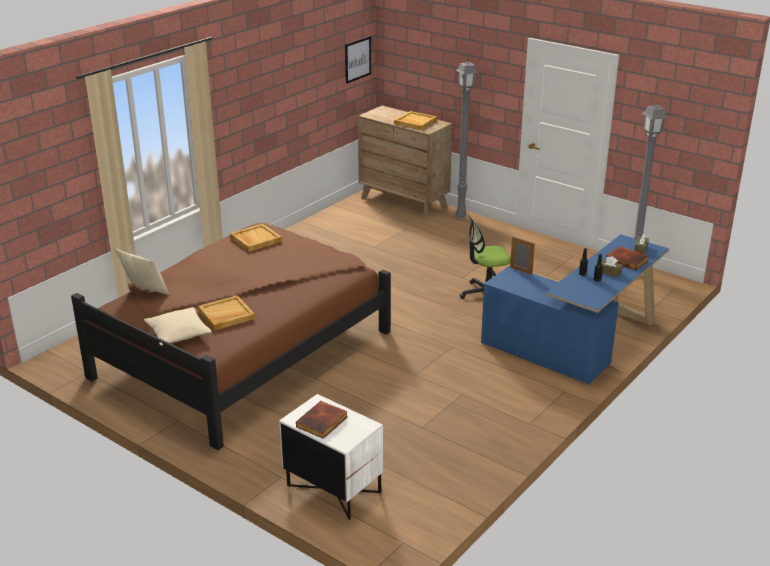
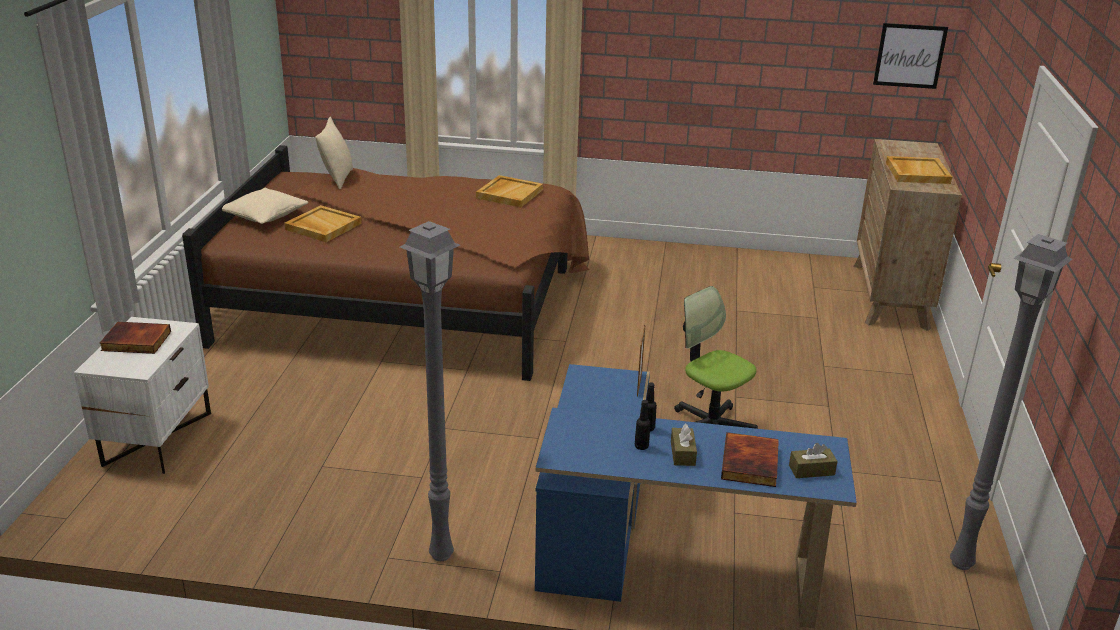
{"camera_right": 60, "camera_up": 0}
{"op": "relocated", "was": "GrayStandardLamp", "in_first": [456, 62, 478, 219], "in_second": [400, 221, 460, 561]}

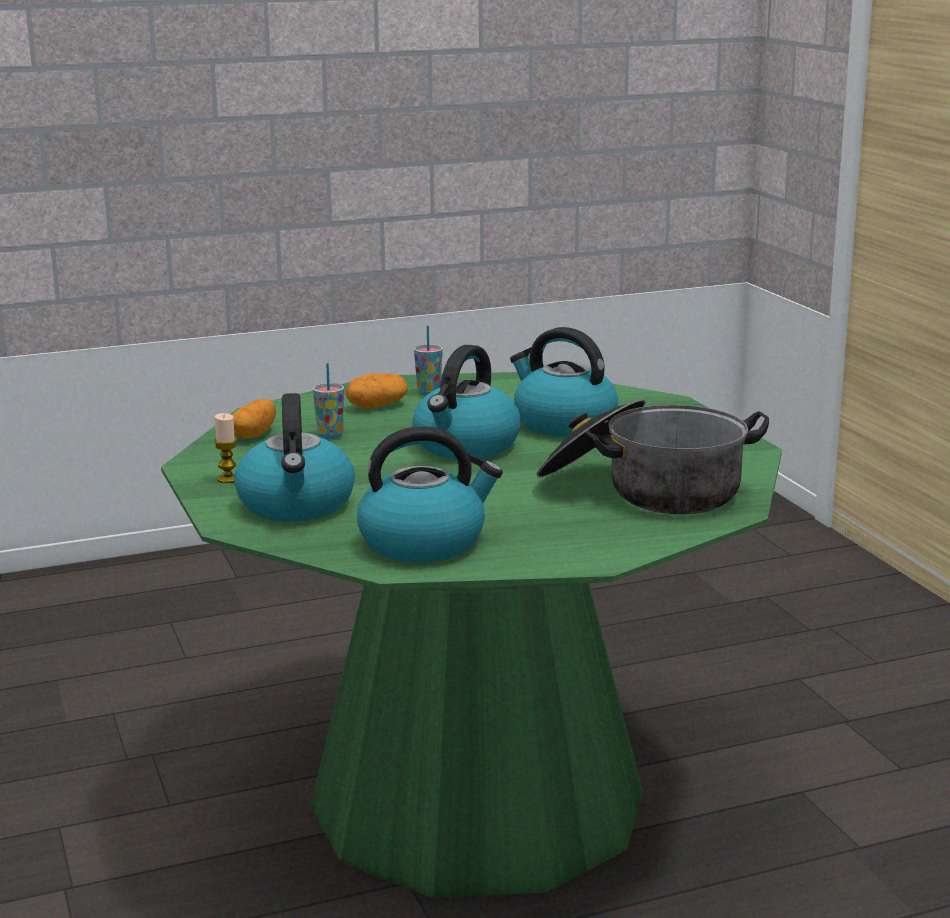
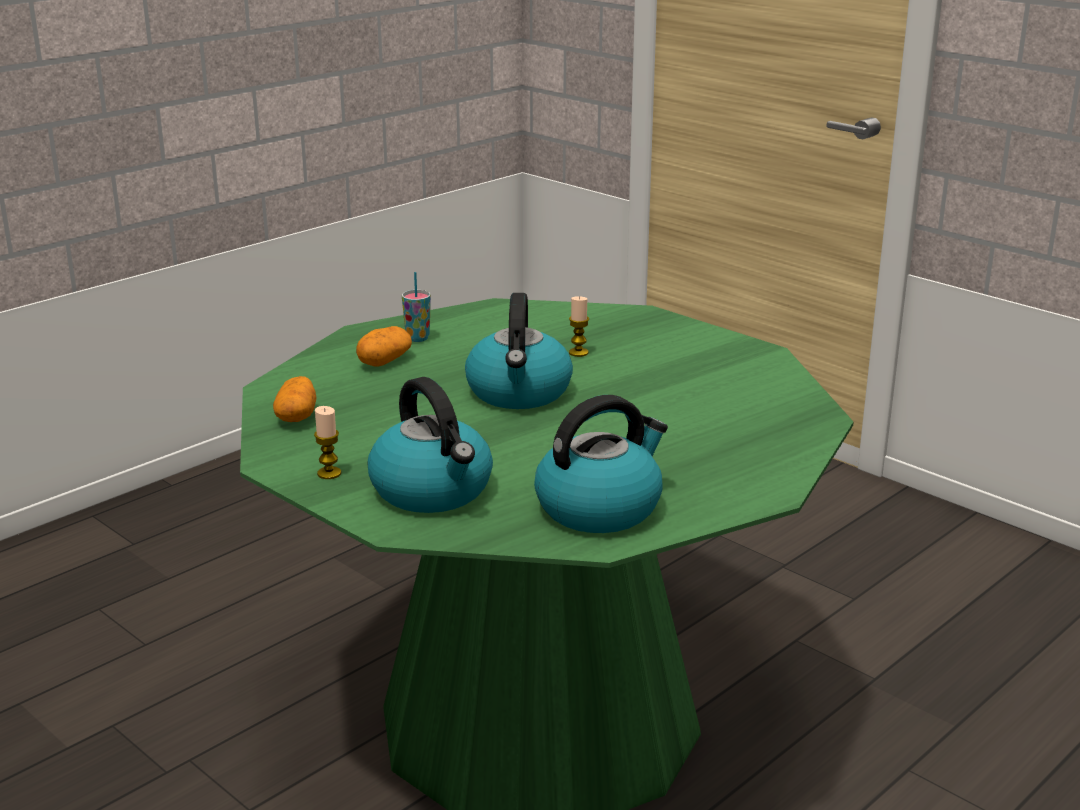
{"camera_right": -25, "camera_up": 5}
{"op": "missing", "was": "Cup", "in_first": [313, 363, 344, 439]}
{"op": "missing", "was": "Stockpot", "in_first": [537, 399, 769, 514]}
{"op": "exchanged", "was": "Kettle", "now": "WaxCandle", "in_first": [510, 327, 618, 437], "in_second": [569, 296, 589, 357]}

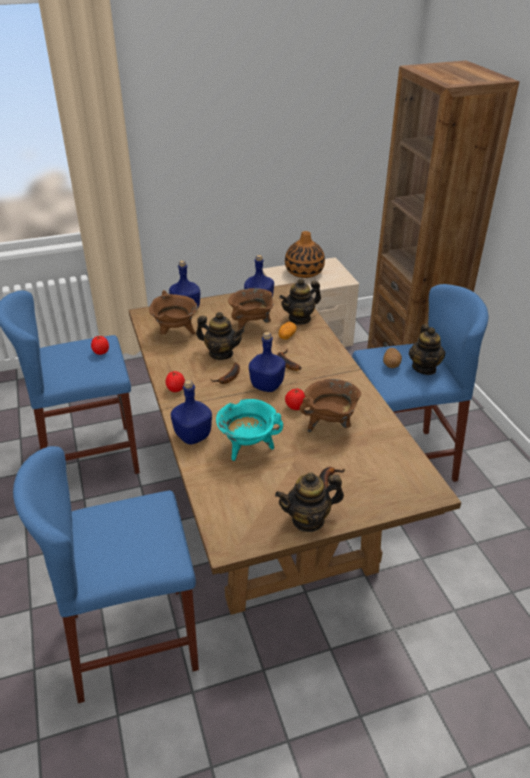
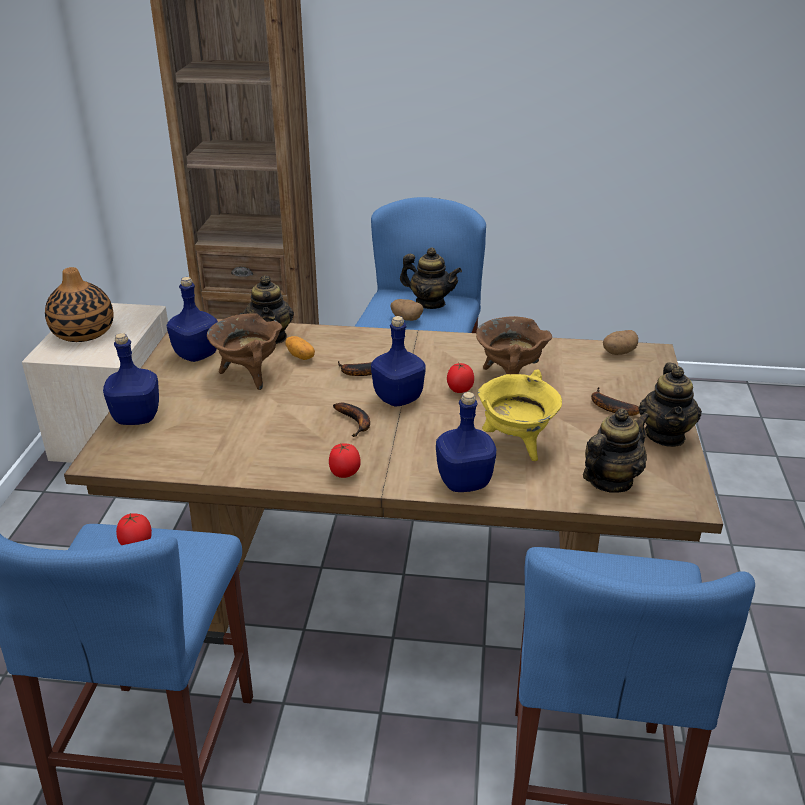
{"camera_right": -65, "camera_up": -5}
{"op": "missing", "was": "BrownColouredStockpot", "in_first": [149, 290, 198, 335]}
{"op": "appeared", "now": "Potato", "in_second": [603, 330, 638, 355]}
{"op": "relocated", "was": "Teapot", "in_first": [196, 312, 244, 360], "in_second": [583, 408, 650, 493]}
{"op": "colour", "was": "BlueGreenStockpot", "now": "YellowColouredStockpot", "in_first": [216, 399, 283, 461], "in_second": [478, 369, 562, 461]}

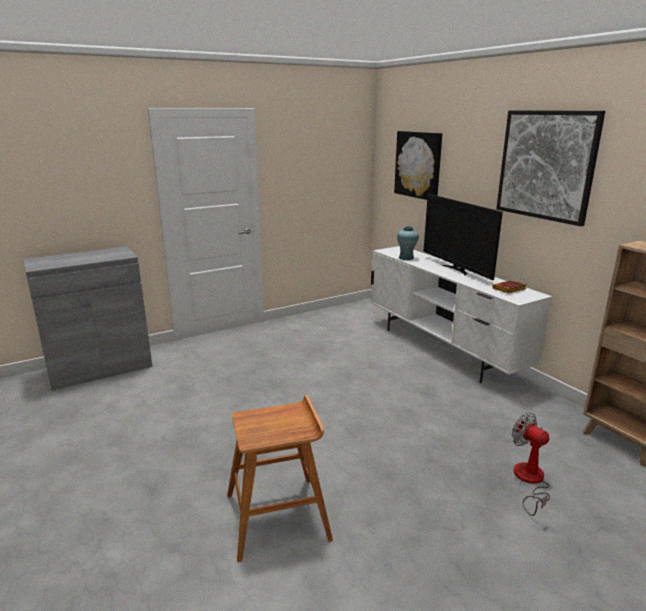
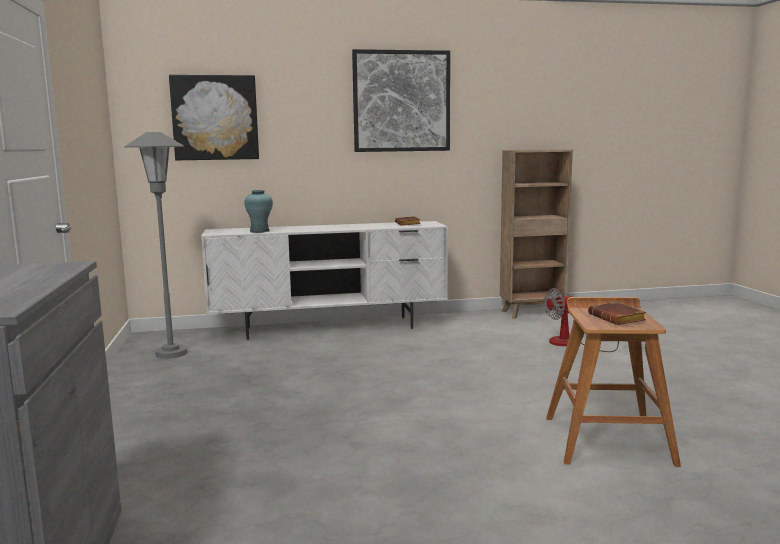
{"camera_right": -70, "camera_up": -10}
{"op": "missing", "was": "TvSet", "in_first": [423, 194, 503, 280]}
{"op": "appeared", "now": "GrayStandardLamp", "in_second": [125, 132, 187, 359]}
{"op": "appeared", "now": "BrownColouredBook", "in_second": [588, 302, 646, 325]}

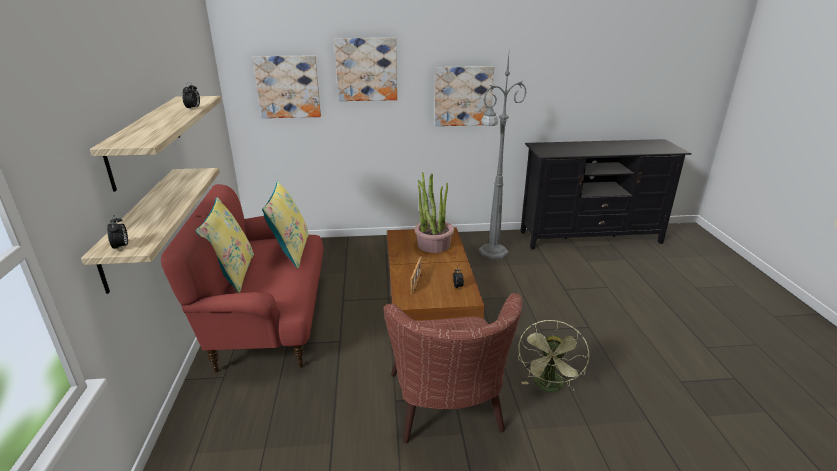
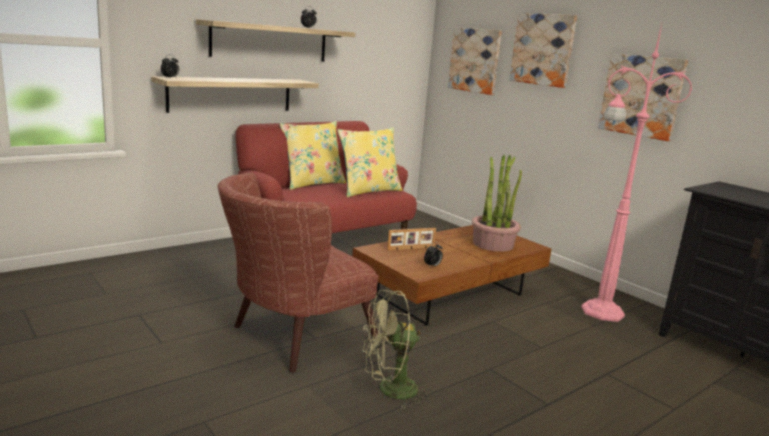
{"camera_right": 55, "camera_up": -10}
{"op": "colour", "was": "GrayStandardLamp", "now": "PinkColouredStandardLamp", "in_first": [478, 55, 527, 259], "in_second": [581, 24, 692, 322]}

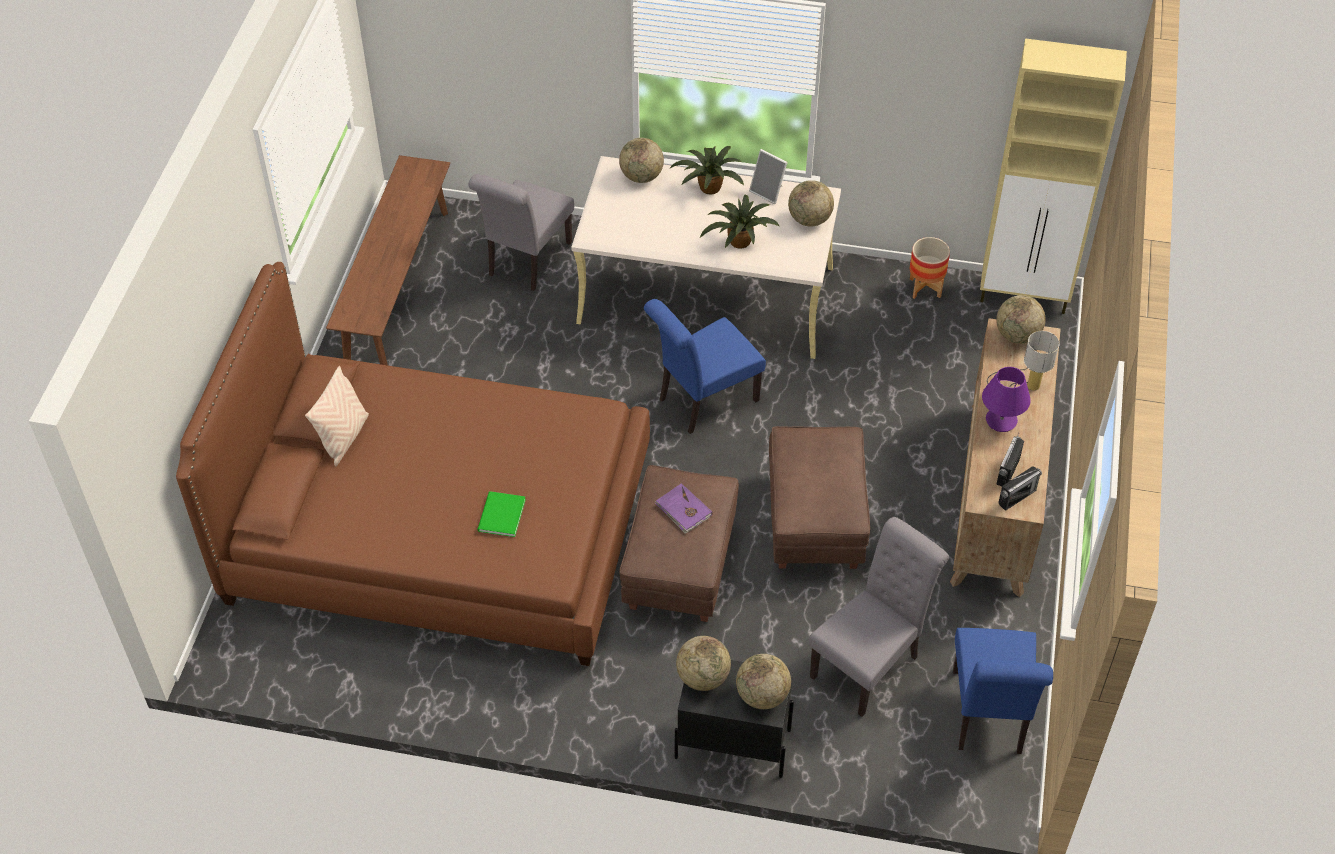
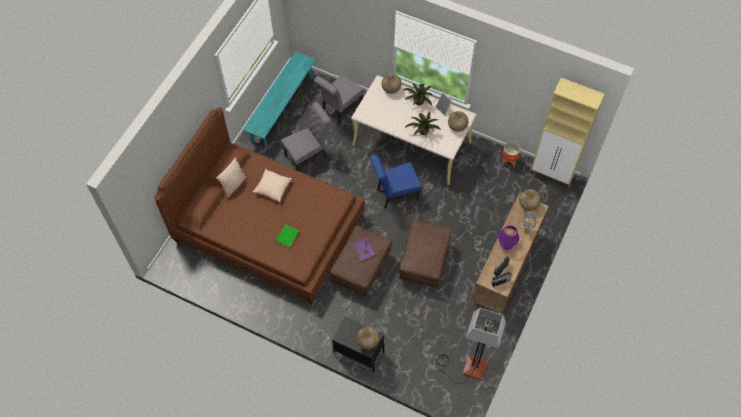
{"camera_right": 15, "camera_up": 10}
{"op": "missing", "was": "DeskGlobe", "in_first": [676, 636, 731, 691]}
{"op": "appeared", "now": "BeigeCushion", "in_second": [252, 169, 292, 203]}
{"op": "relocated", "was": "GrayUprightChair", "in_first": [809, 517, 949, 717], "in_second": [281, 102, 331, 171]}
{"op": "exchanged", "was": "BlueUprightChair", "now": "StandardLamp", "in_first": [953, 628, 1053, 754], "in_second": [436, 308, 506, 384]}
{"op": "colour", "was": "BrownColouredLongSeat", "now": "BlueGreenLongSeat", "in_first": [326, 155, 450, 365], "in_second": [243, 52, 316, 149]}

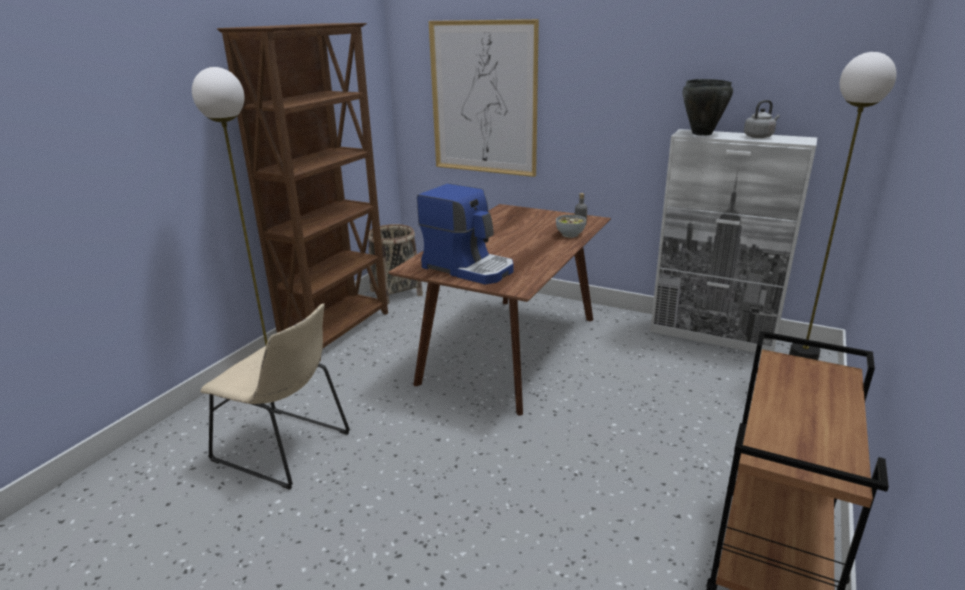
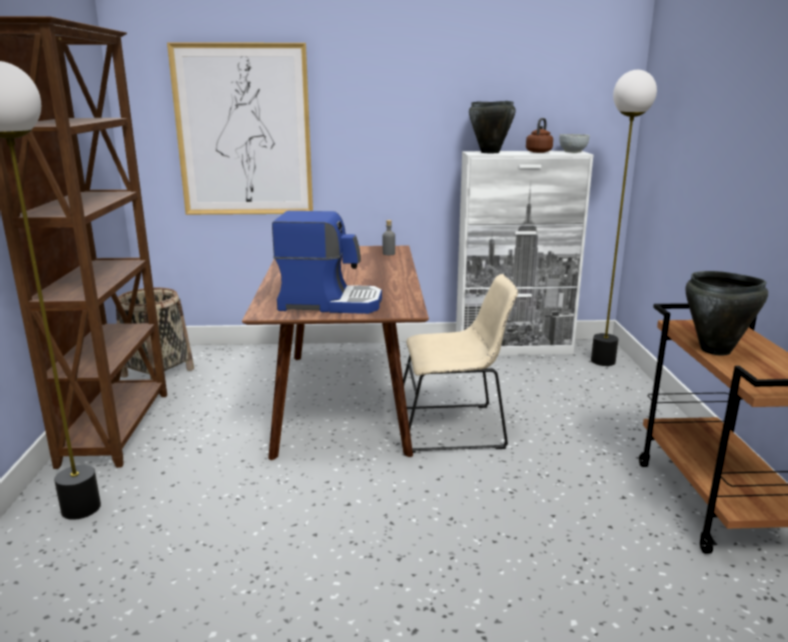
{"camera_right": -30, "camera_up": -5}
{"op": "appeared", "now": "BlackishStockpot", "in_second": [686, 271, 768, 356]}
{"op": "relocated", "was": "BeigeUprightChair", "in_first": [200, 303, 350, 490], "in_second": [403, 274, 518, 453]}
{"op": "relocated", "was": "DeepDish", "in_first": [556, 215, 586, 238], "in_second": [559, 134, 590, 153]}
{"op": "colour", "was": "GrayKettle", "now": "BrownColouredKettle", "in_first": [744, 100, 780, 138], "in_second": [526, 118, 553, 153]}

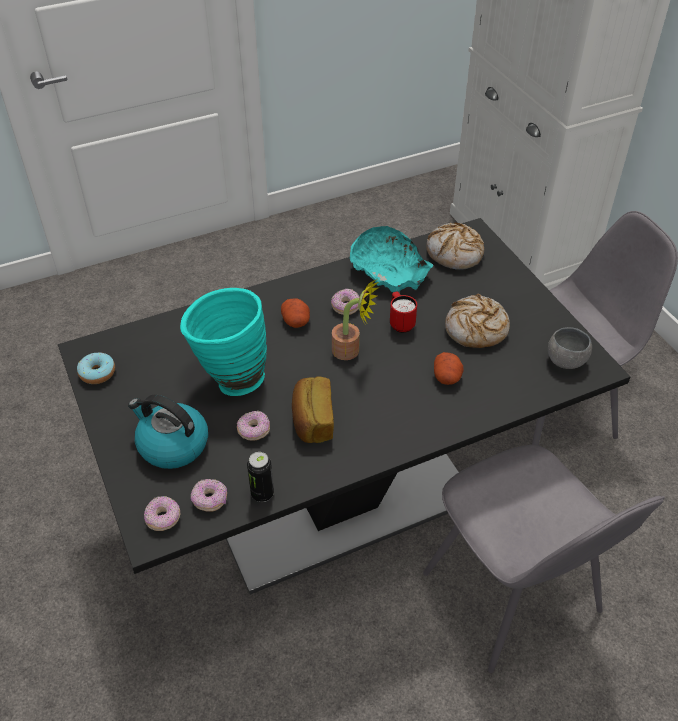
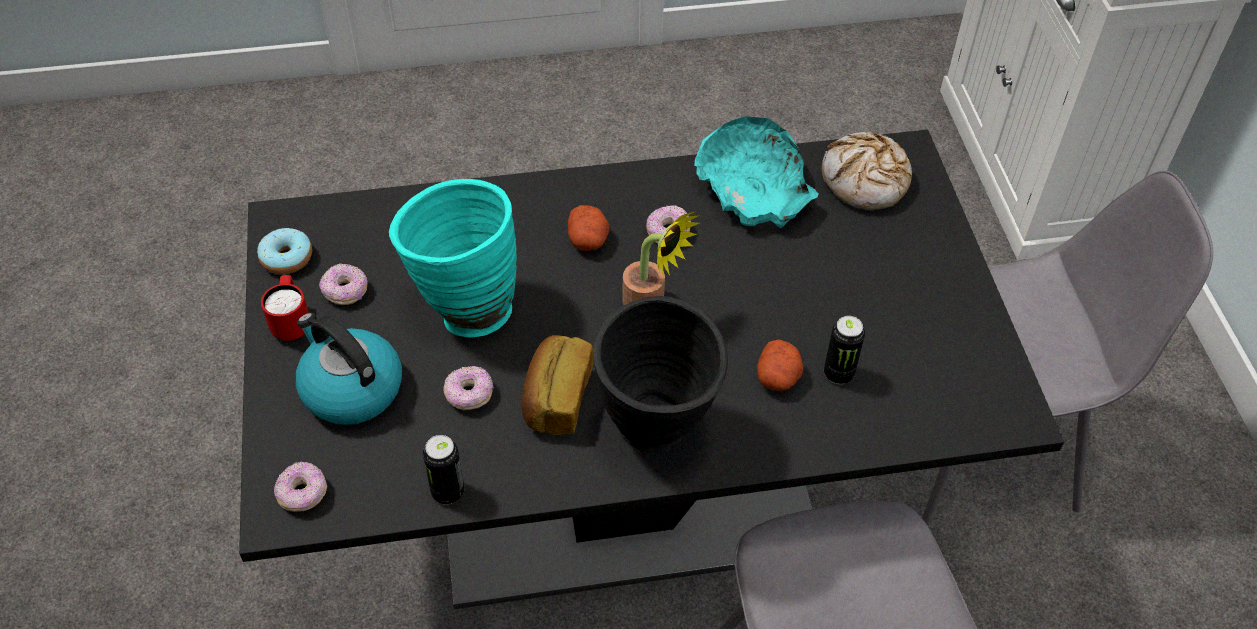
{"camera_right": 15, "camera_up": 5}
{"op": "missing", "was": "BakedBread", "in_first": [445, 294, 510, 348]}
{"op": "missing", "was": "GrayDeepDish", "in_first": [548, 327, 592, 369]}
{"op": "appeared", "now": "BlackishFlowerVase", "in_second": [593, 296, 728, 453]}
{"op": "appeared", "now": "Can", "in_second": [824, 316, 865, 384]}
{"op": "relocated", "was": "Doughnut", "in_first": [191, 479, 227, 512], "in_second": [319, 264, 368, 305]}
{"op": "relocated", "was": "ReddishCoffeeMug", "in_first": [390, 292, 417, 333], "in_second": [261, 275, 309, 342]}

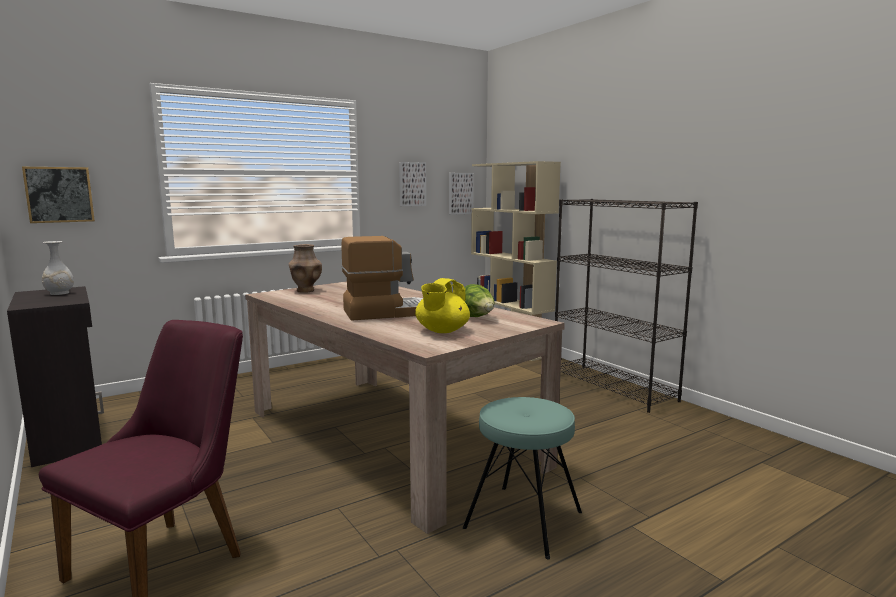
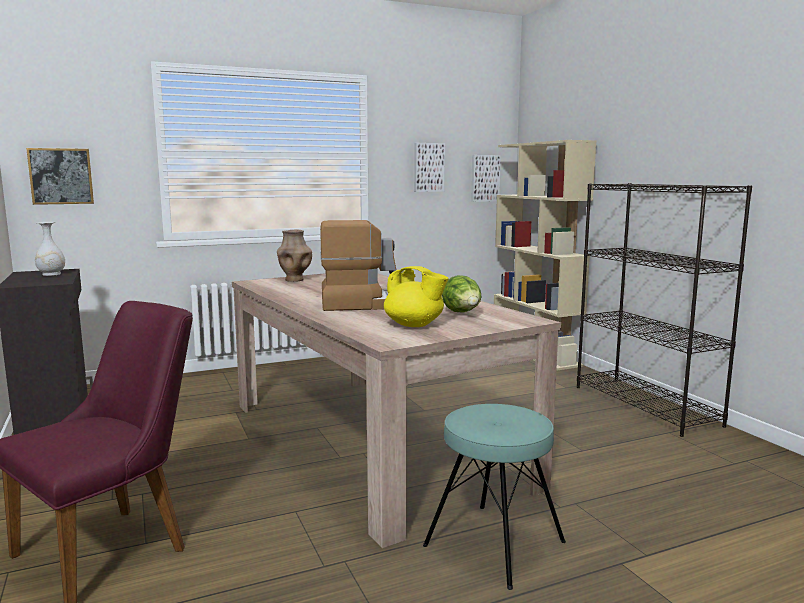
{"camera_right": 10, "camera_up": 0}
{"op": "spun", "was": "YellowColouredTeapot", "in_first": [415, 278, 470, 333], "in_second": [384, 266, 449, 327], "clockwise": -90}

